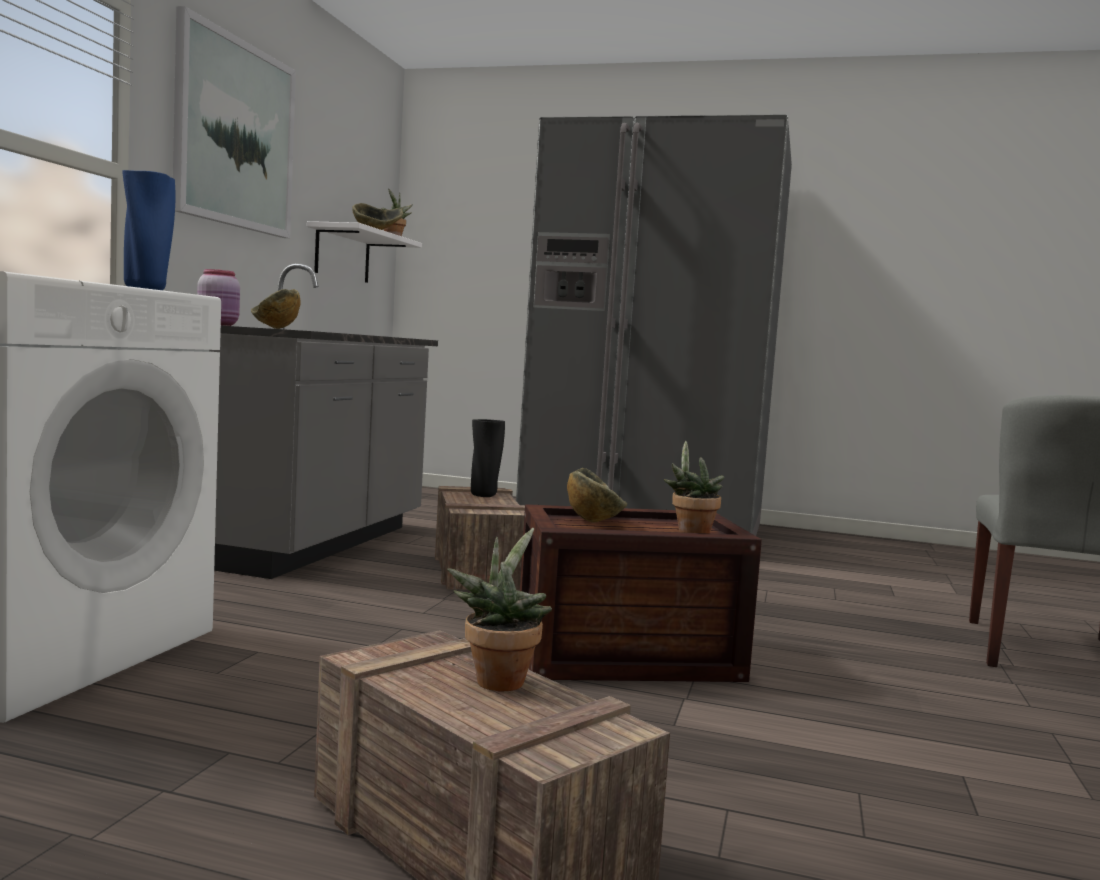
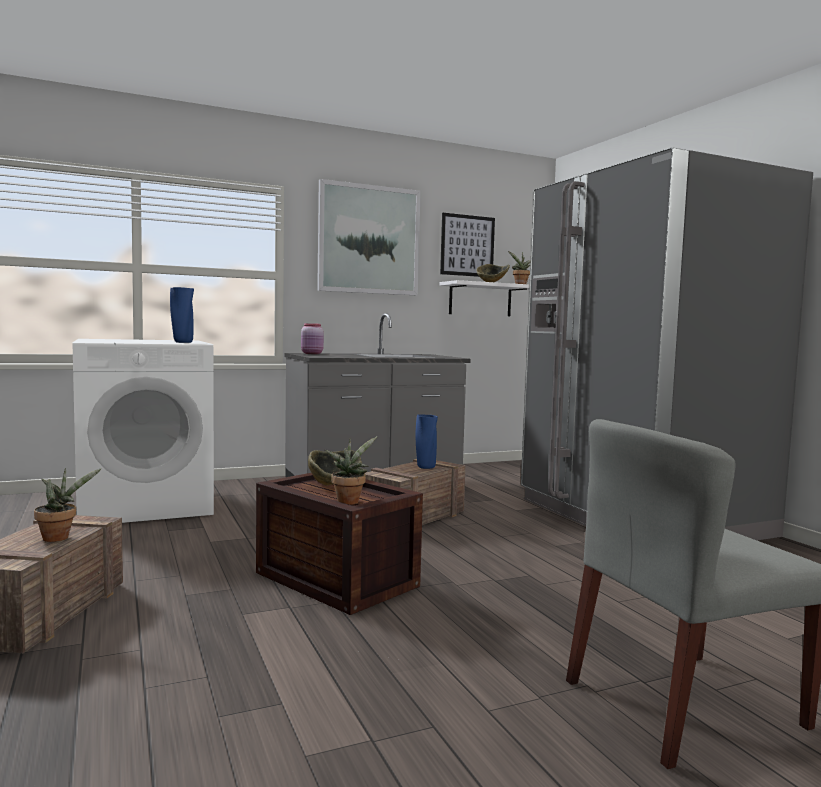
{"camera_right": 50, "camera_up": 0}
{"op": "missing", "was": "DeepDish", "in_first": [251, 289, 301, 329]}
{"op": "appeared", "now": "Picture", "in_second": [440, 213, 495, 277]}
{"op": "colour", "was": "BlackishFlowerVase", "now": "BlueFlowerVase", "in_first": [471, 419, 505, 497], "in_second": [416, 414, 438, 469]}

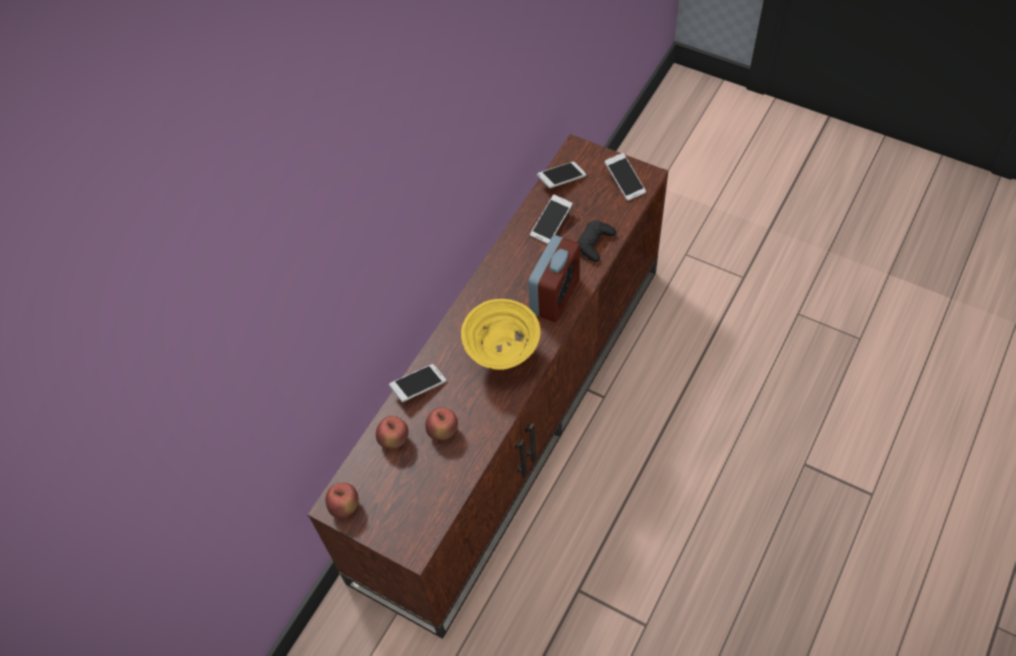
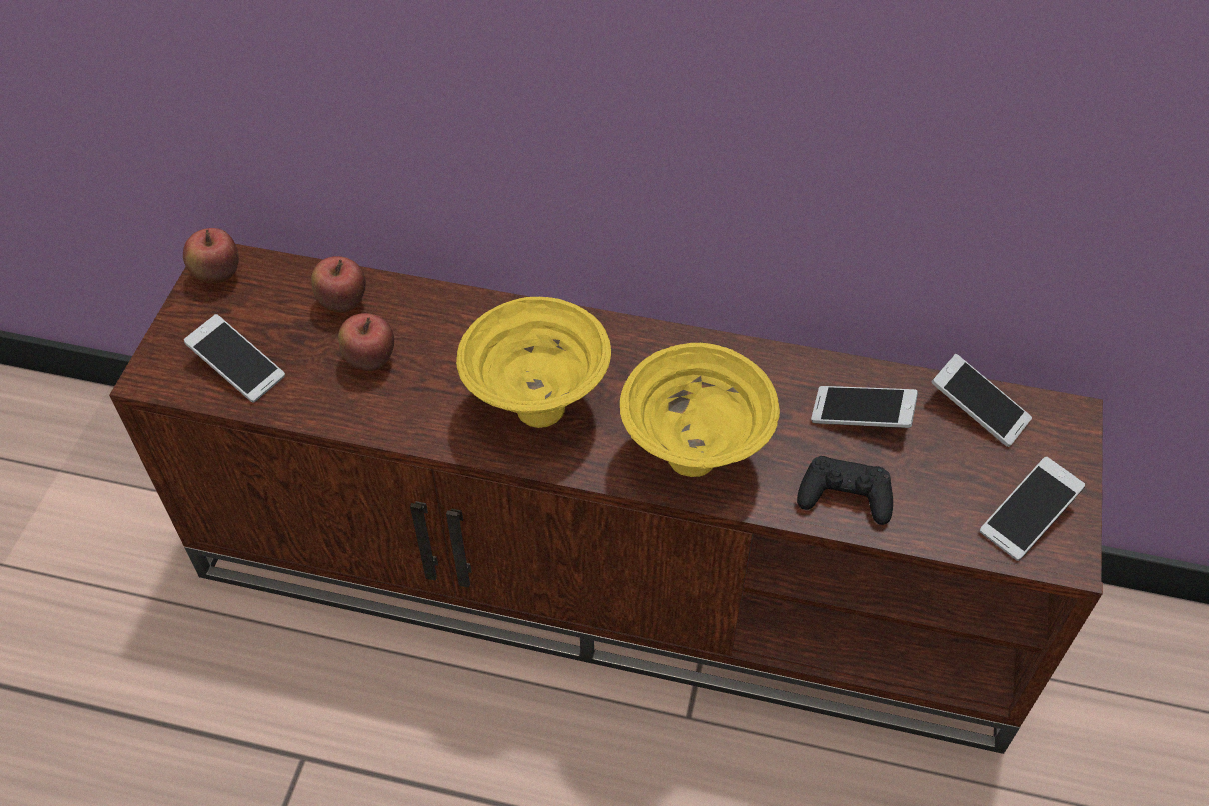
{"camera_right": 70, "camera_up": -5}
{"op": "relocated", "was": "Handset", "in_first": [389, 364, 446, 402], "in_second": [184, 314, 285, 403]}
{"op": "exchanged", "was": "TableClock", "now": "YellowColouredDeepDish", "in_first": [528, 235, 580, 322], "in_second": [620, 343, 780, 477]}

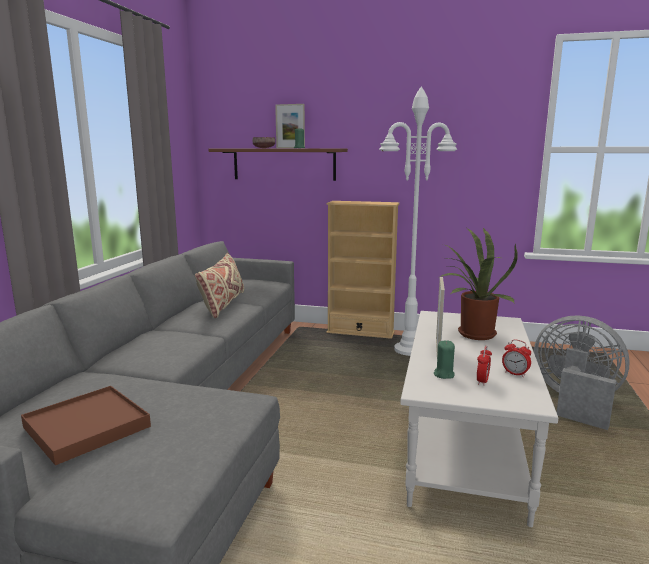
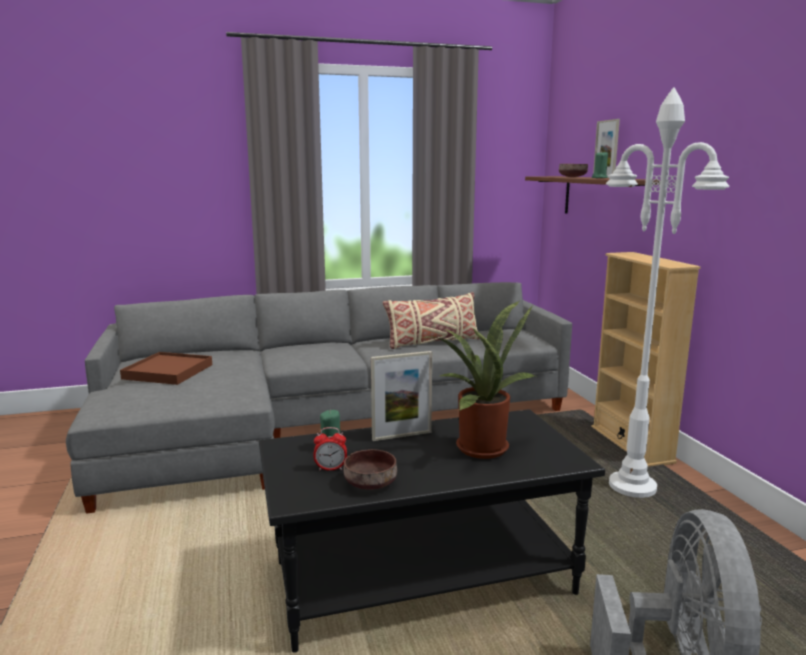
{"camera_right": 60, "camera_up": 0}
{"op": "exchanged", "was": "TableClock", "now": "BrownColouredDeepDish", "in_first": [502, 339, 531, 377], "in_second": [344, 449, 397, 489]}
{"op": "colour", "was": "WhiteColouredCoffeeTable", "now": "BlackishCoffeeTable", "in_first": [400, 311, 558, 527], "in_second": [259, 409, 605, 653]}

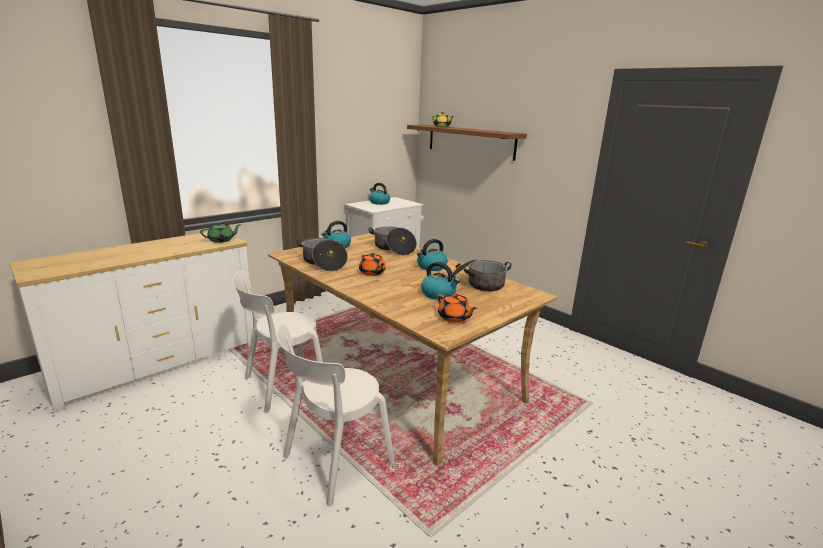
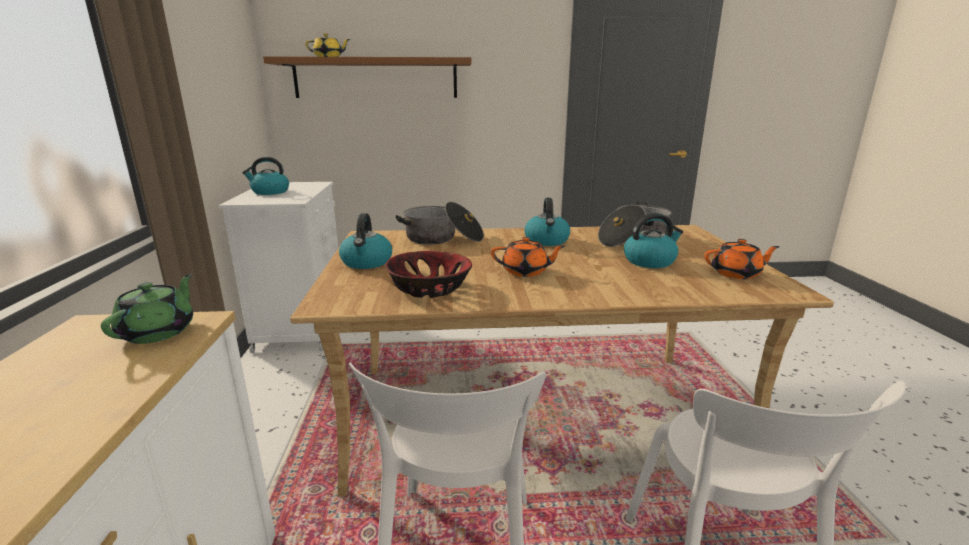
{"camera_right": -50, "camera_up": 0}
{"op": "exchanged", "was": "Stockpot", "now": "DeepDish", "in_first": [296, 238, 348, 271], "in_second": [385, 251, 472, 298]}

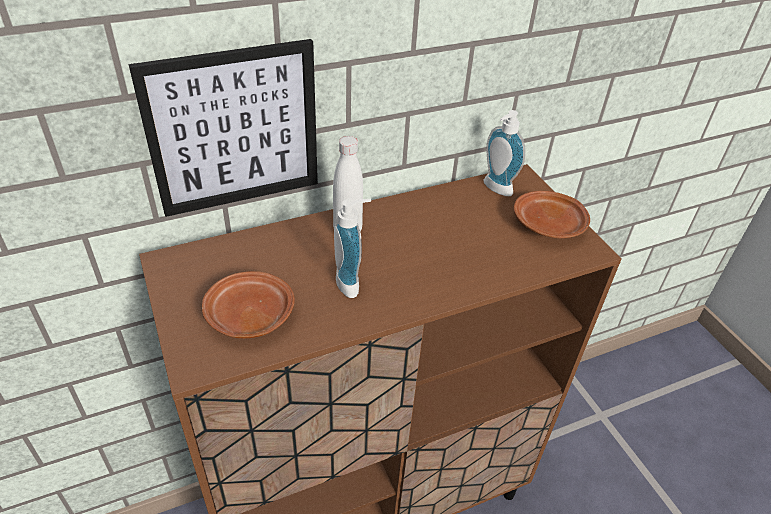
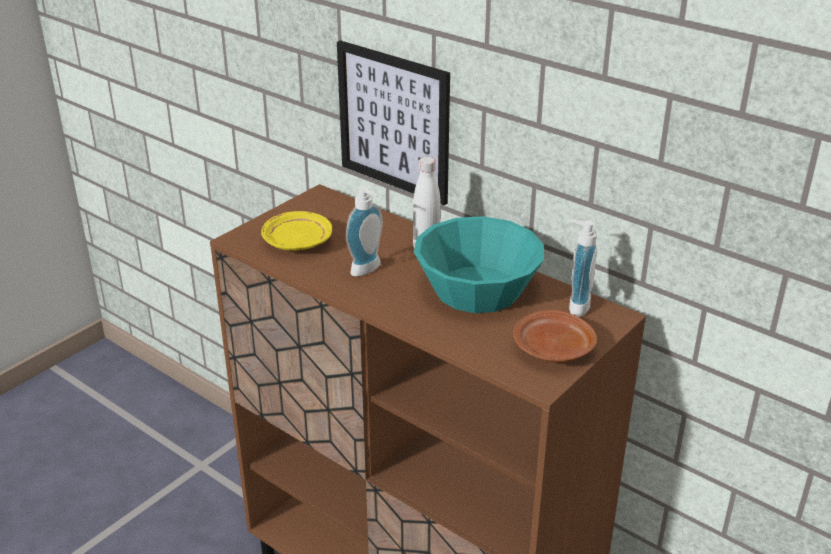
{"camera_right": 65, "camera_up": -10}
{"op": "appeared", "now": "BlueGreenDeepDish", "in_second": [414, 216, 544, 313]}
{"op": "colour", "was": "BrownColouredPlate", "now": "YellowColouredPlate", "in_first": [202, 271, 295, 338], "in_second": [261, 211, 332, 251]}

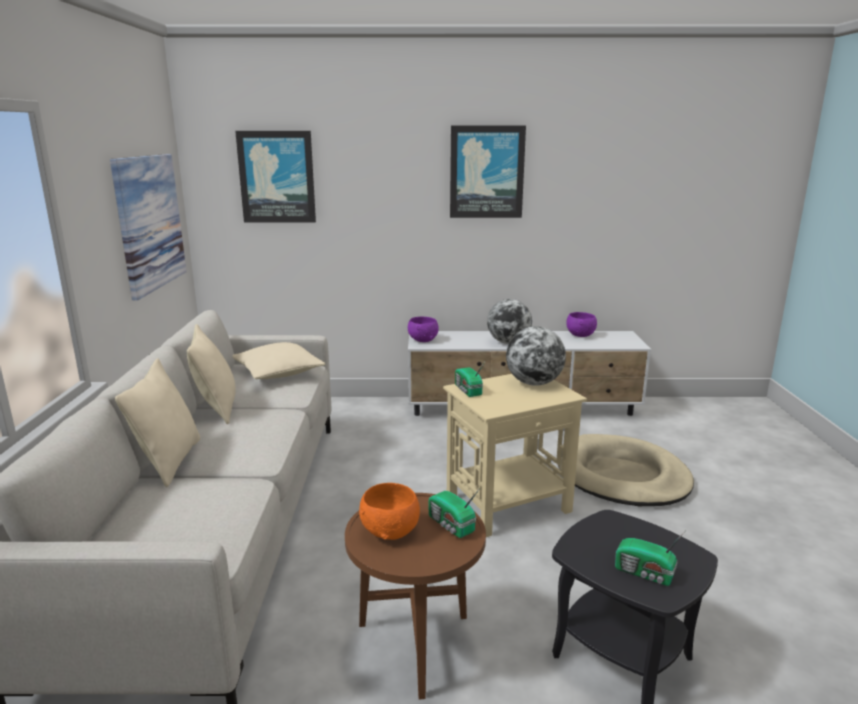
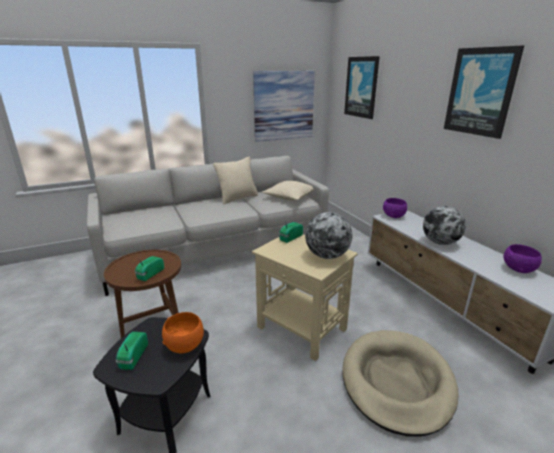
{"camera_right": 65, "camera_up": 5}
{"op": "missing", "was": "BeigeCushion", "in_first": [115, 358, 200, 487]}
{"op": "relocated", "was": "OrangeyDeepDish", "in_first": [359, 483, 420, 540], "in_second": [162, 312, 204, 354]}

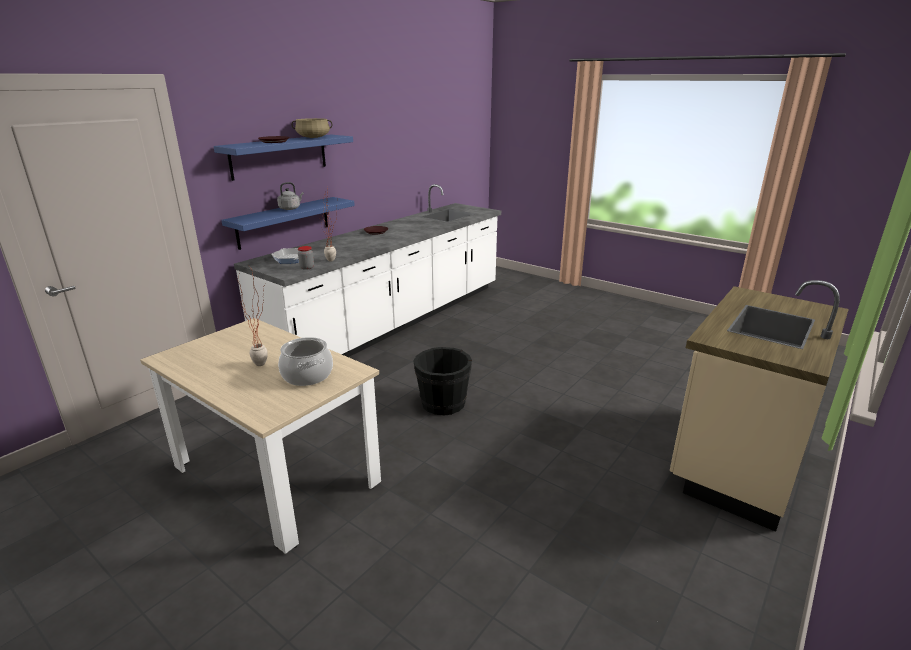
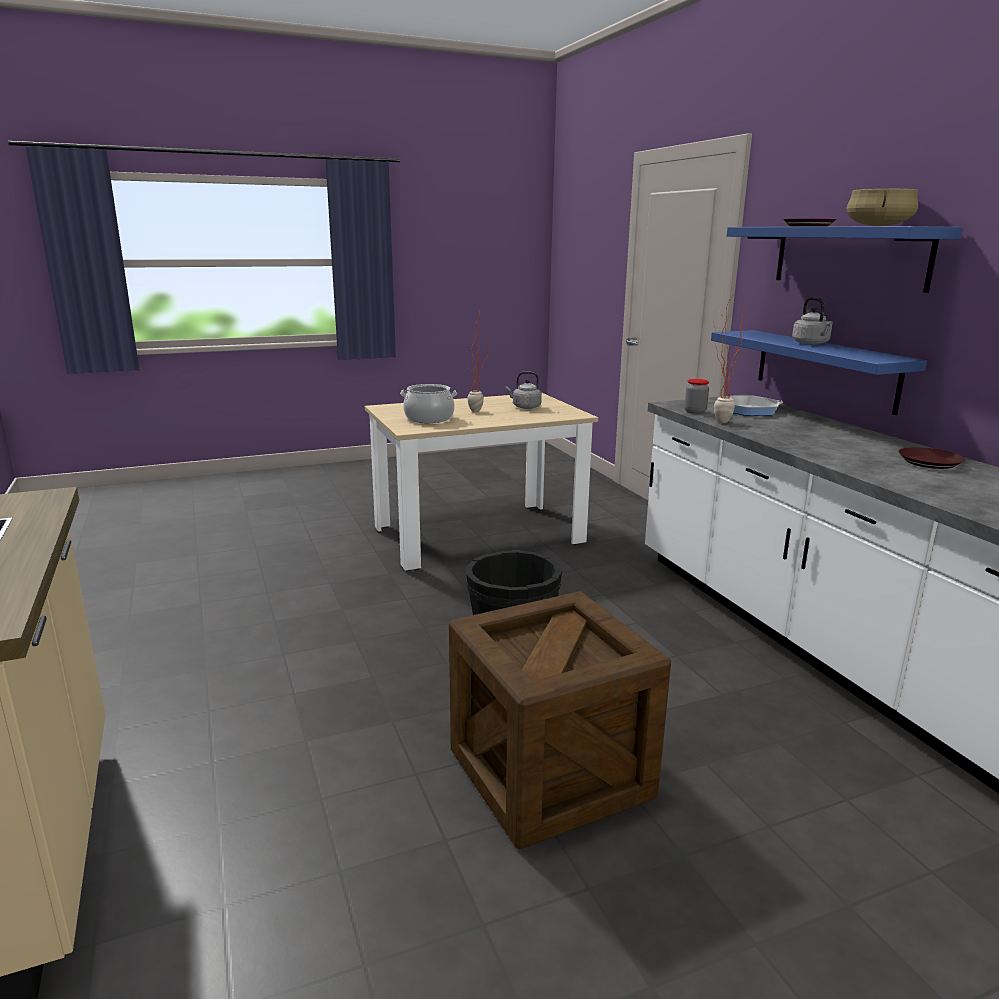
{"camera_right": 120, "camera_up": -5}
{"op": "appeared", "now": "Crate", "in_second": [449, 591, 671, 849]}
{"op": "appeared", "now": "GrayKettle", "in_second": [506, 371, 542, 409]}

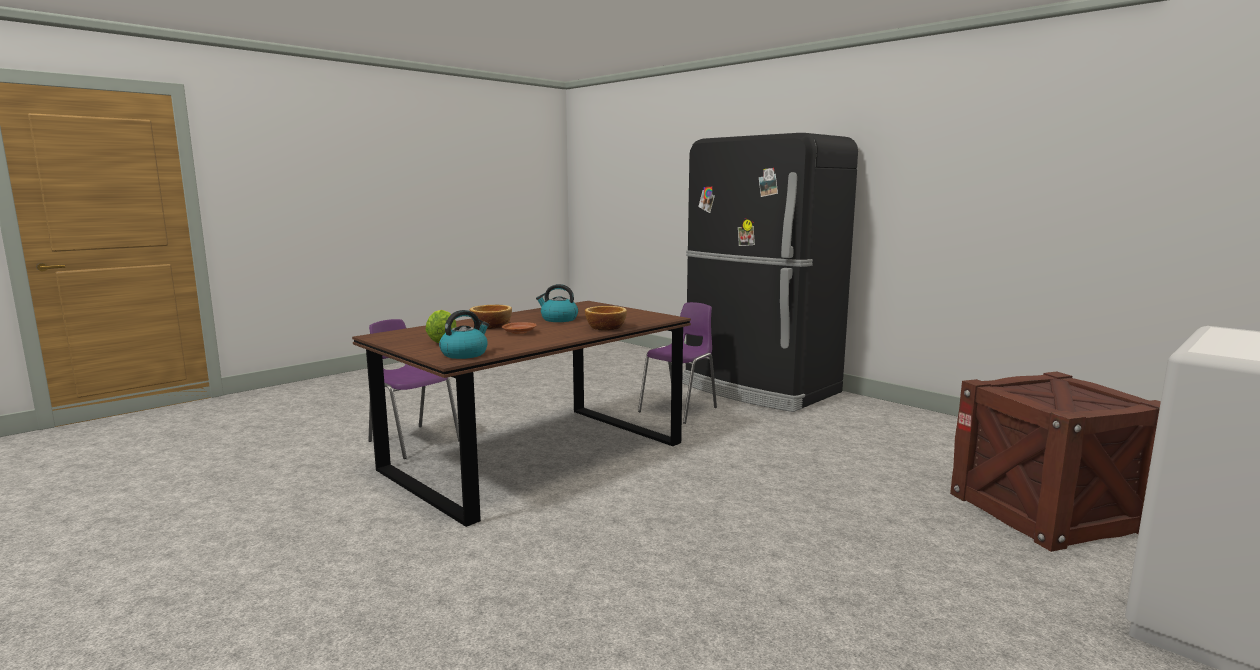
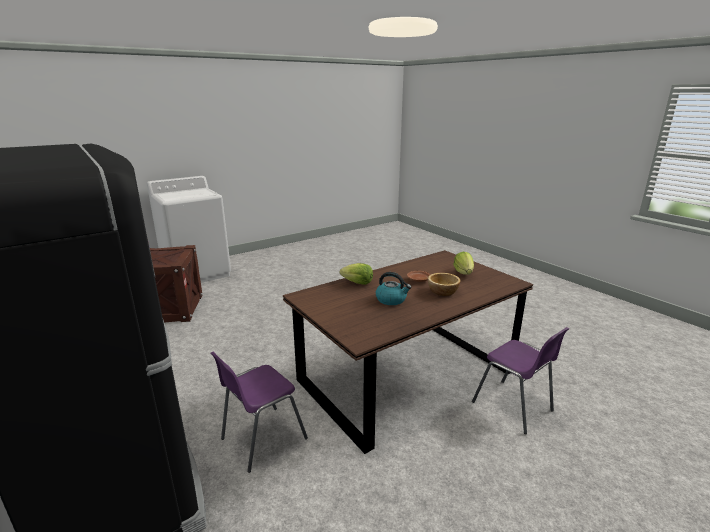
{"camera_right": -170, "camera_up": 10}
{"op": "missing", "was": "Kettle", "in_first": [439, 310, 489, 359]}
{"op": "exchanged", "was": "DeepDish", "now": "LettuceHead", "in_first": [585, 306, 627, 331], "in_second": [340, 263, 373, 285]}

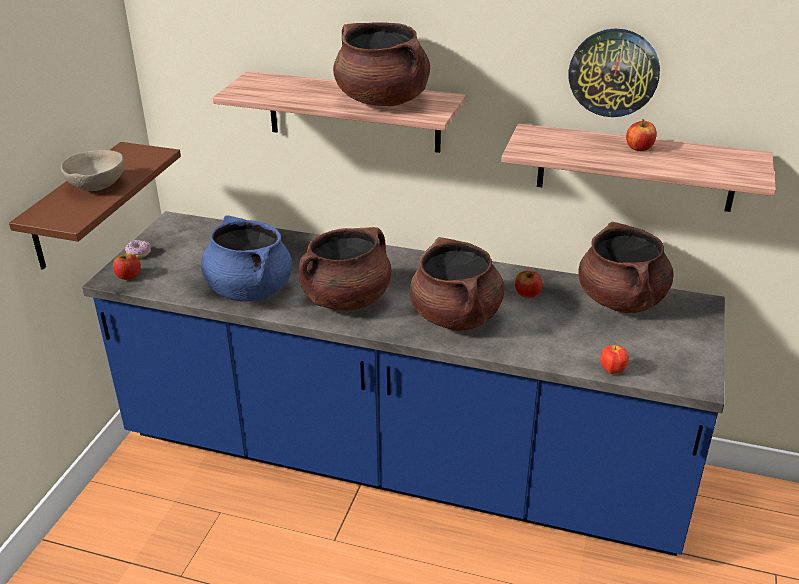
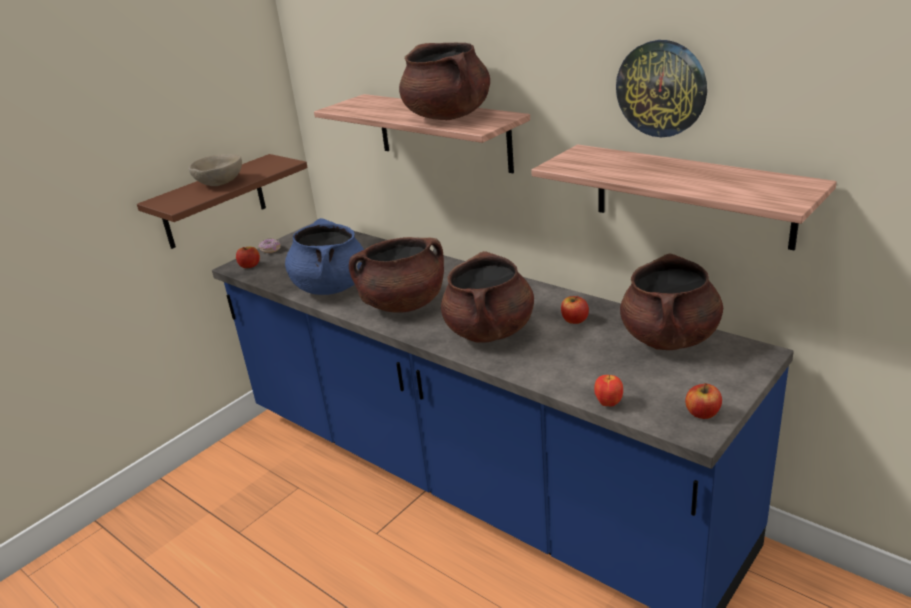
{"camera_right": 25, "camera_up": -5}
{"op": "relocated", "was": "WholeApple", "in_first": [626, 119, 657, 151], "in_second": [685, 383, 722, 419]}

